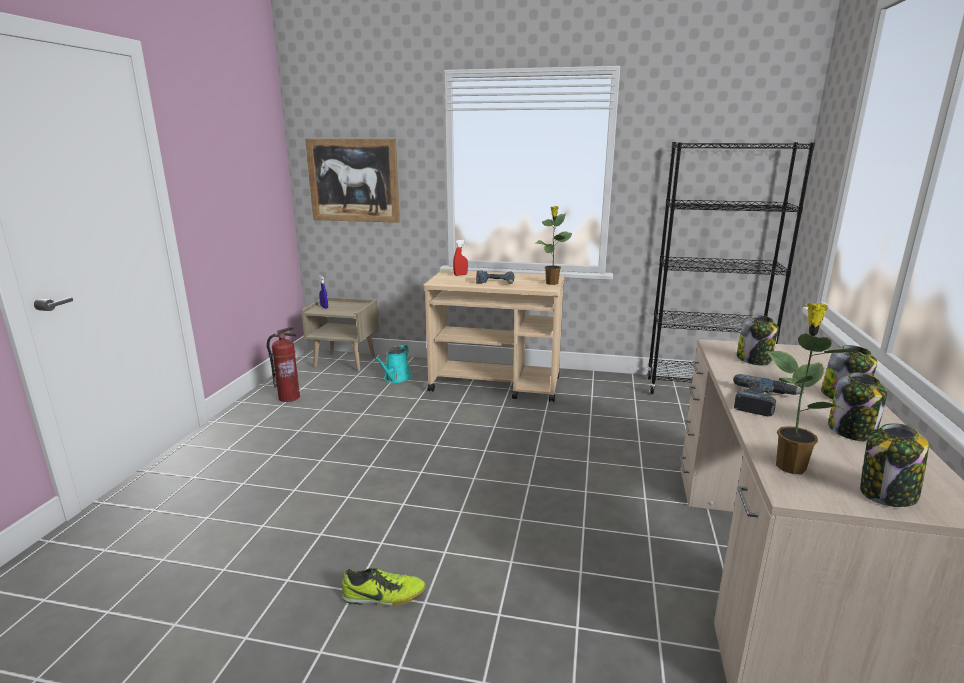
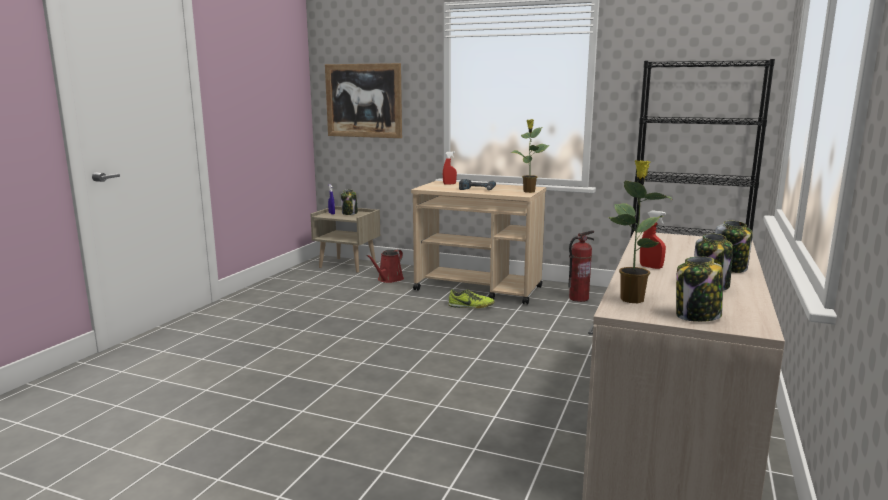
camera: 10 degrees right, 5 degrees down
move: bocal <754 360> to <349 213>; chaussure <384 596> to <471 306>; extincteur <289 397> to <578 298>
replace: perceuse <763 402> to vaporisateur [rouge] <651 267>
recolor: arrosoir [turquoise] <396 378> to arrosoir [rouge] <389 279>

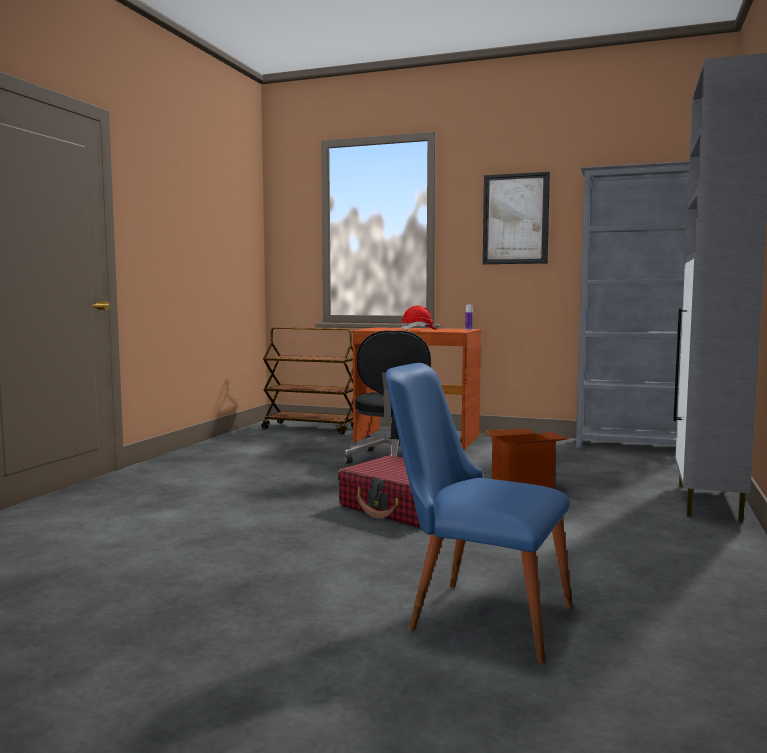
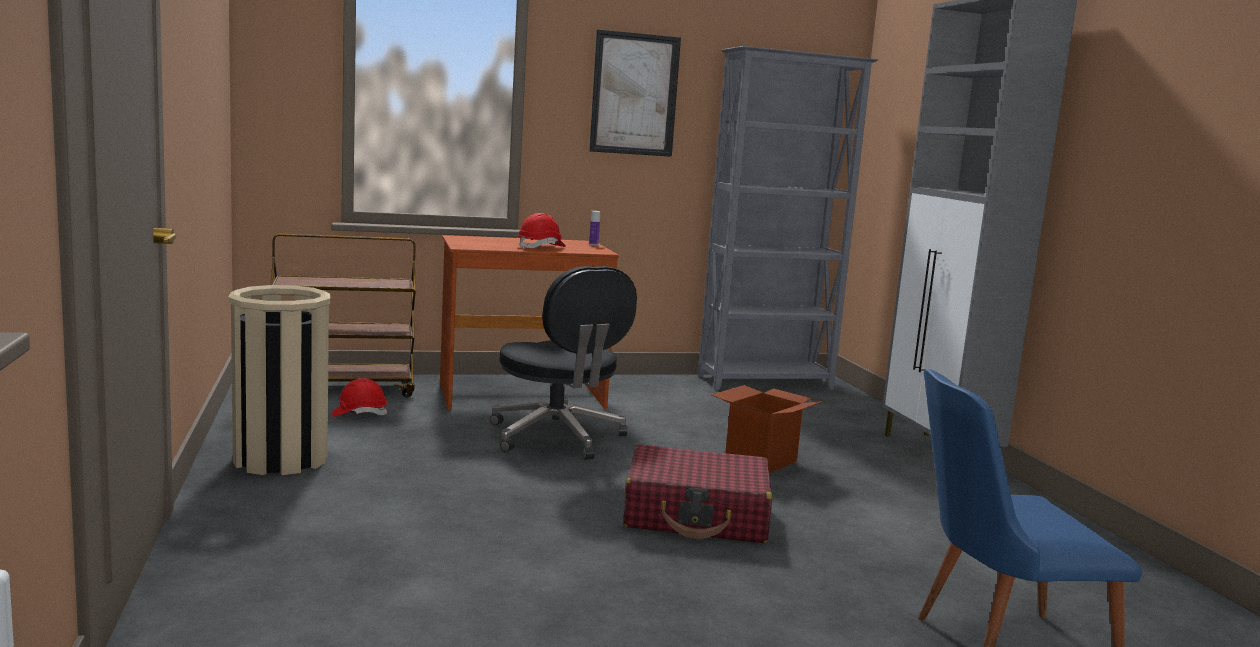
camera: 35 degrees left, 5 degrees up
insert: poubelle [beige] <281 459>; casque de chantier [rouge] <359 414>

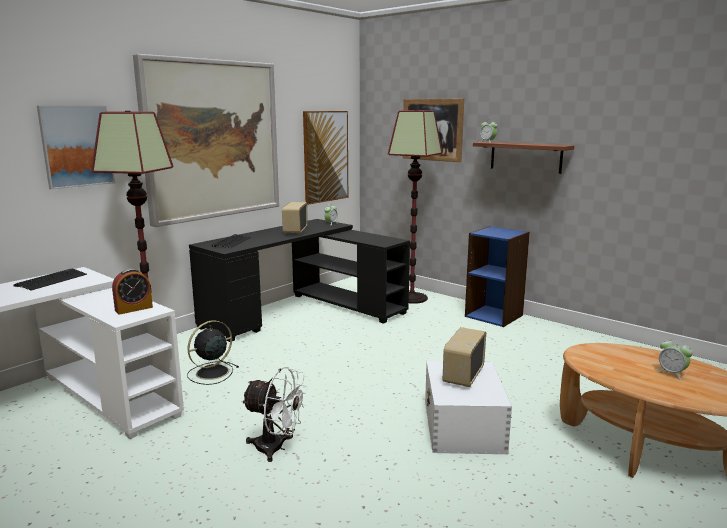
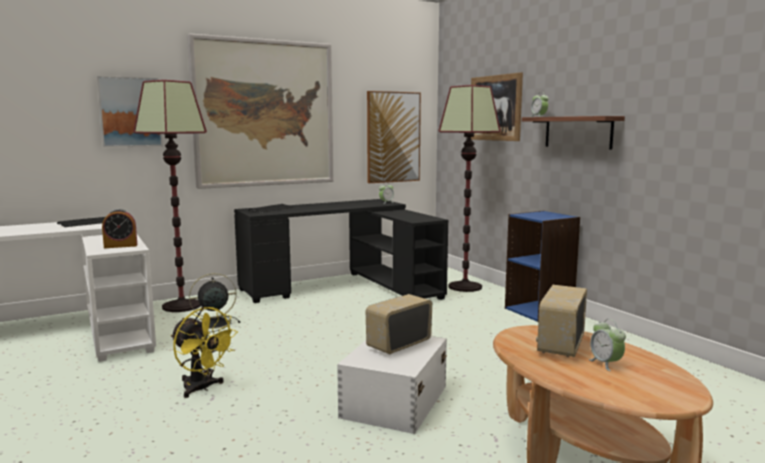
camera: 20 degrees right, 5 degrees down
move: radio <295 231> to <560 345>
recolor: ventilateur [blanc] <276 448> to ventilateur [jaune] <202 388>

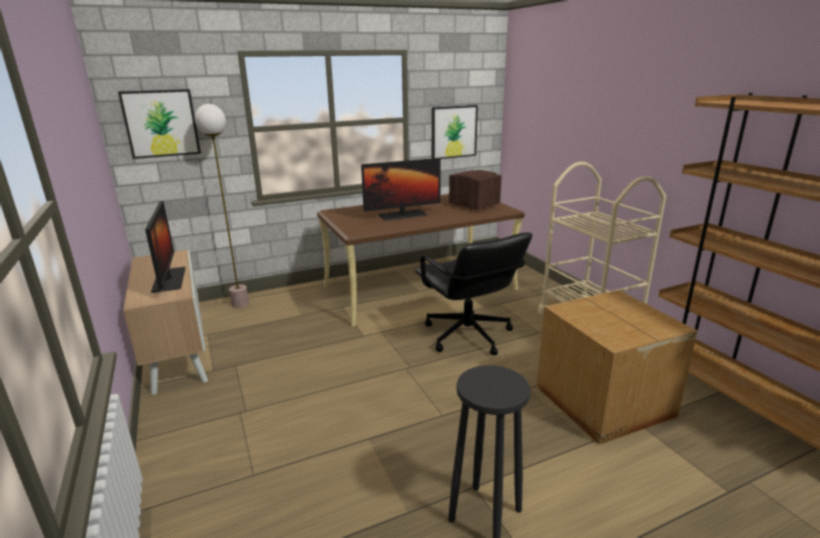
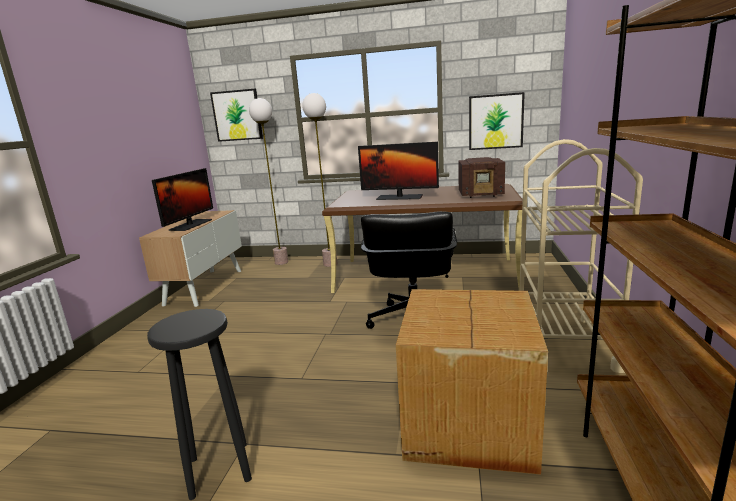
camera: 35 degrees right, 5 degrees down
insert: lampadaire <330 264>
rotate: radio <473 205> = <481 194> 105 degrees clockwise

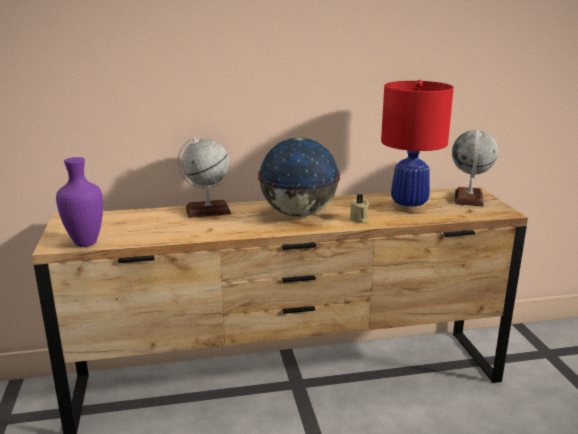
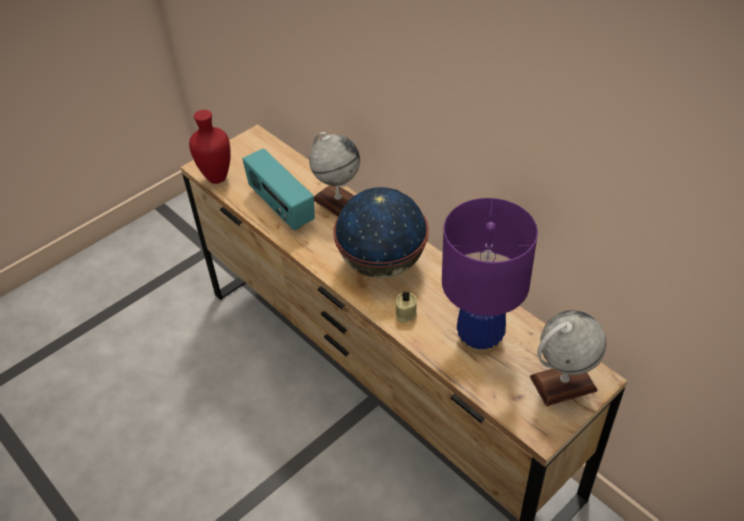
camera: 60 degrees right, 25 degrees up
insert: radio <281 207>
recolor: vase [violet] <84 243> to vase [rouge] <216 177>; lampe de table [rouge] <408 207> to lampe de table [violet] <480 339>

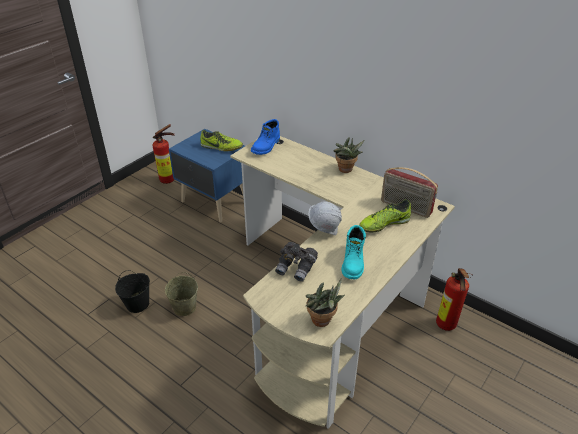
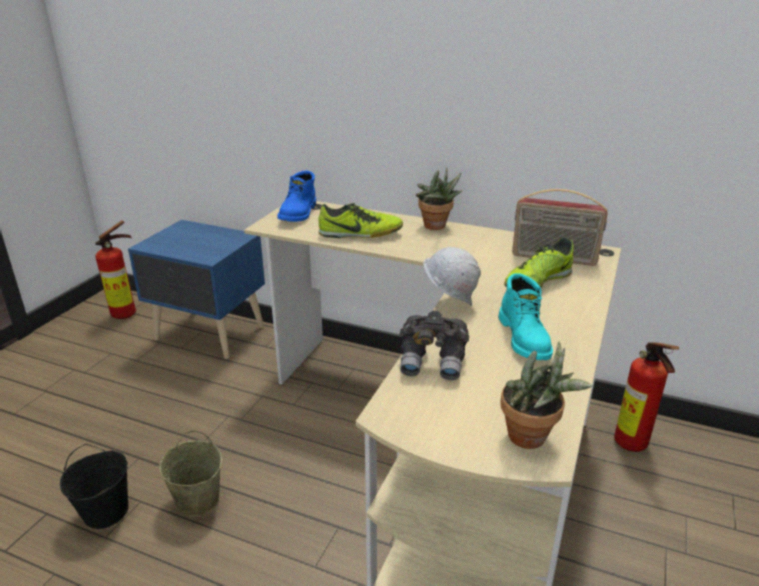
camera: 15 degrees left, 10 degrees down
move: chaussure <221 147> to <360 234>

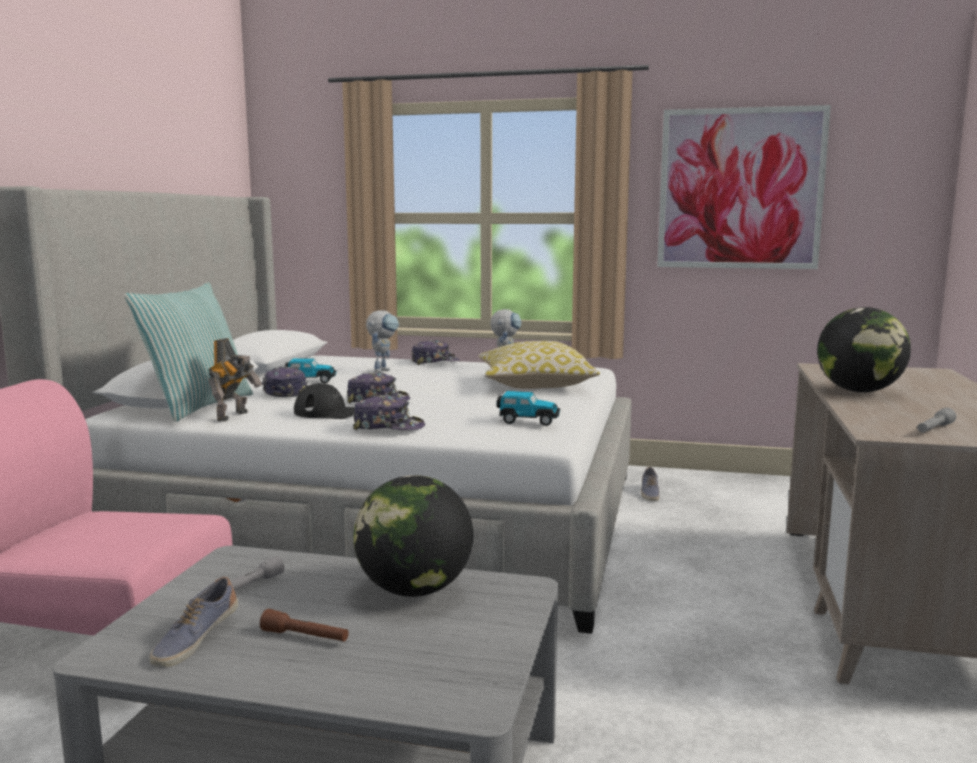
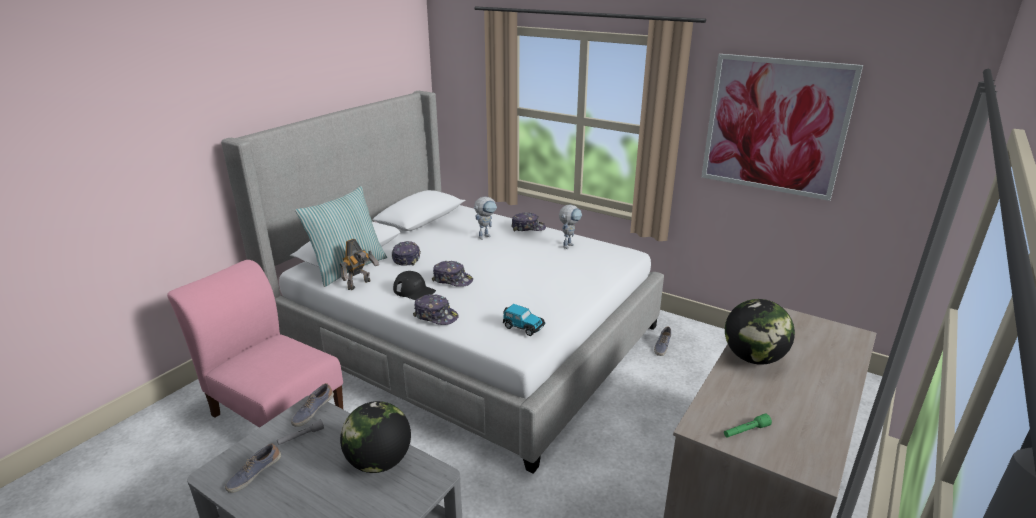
camera: 20 degrees right, 15 degrees up
delete: lampe de poche [marron] <305 637>; petite voiture <311 381>; coussin <535 384>
insert: chaussure <312 411>
recolor: lampe de poche [gris] <934 429> to lampe de poche [vert] <745 431>

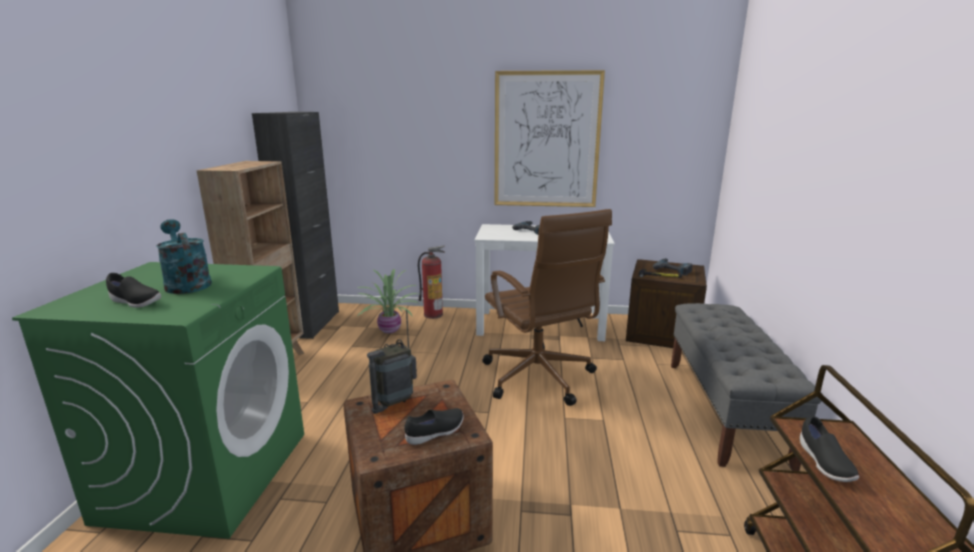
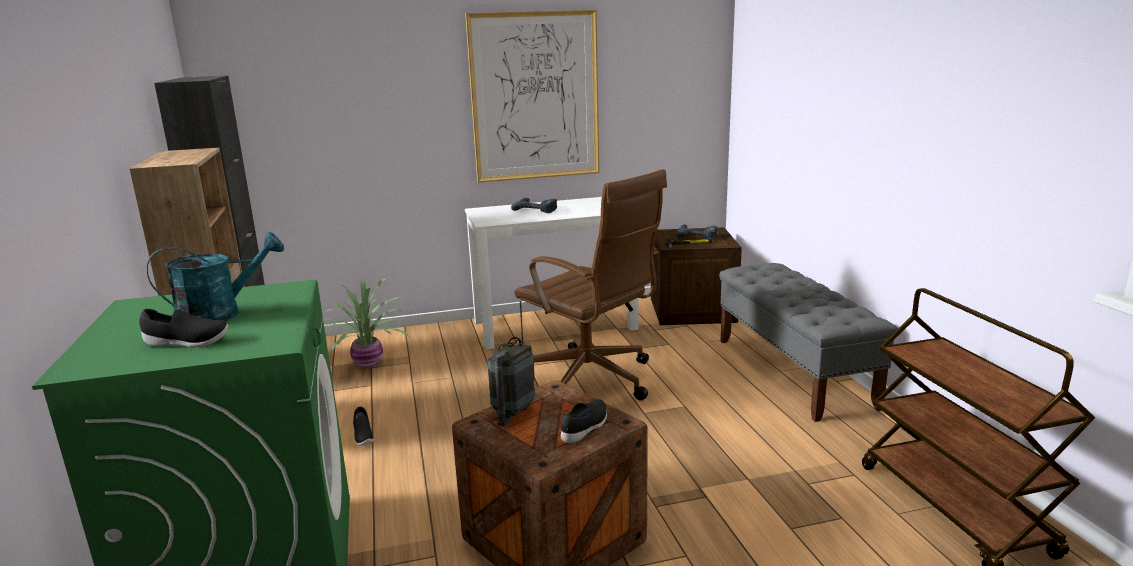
camera: 20 degrees left, 0 degrees up
delete: extincteur <433 314>
move: chaussure [noir] <823 462> to <363 436>
rotate: arrosoir [turquoise] <186 283> = <221 314> 120 degrees clockwise

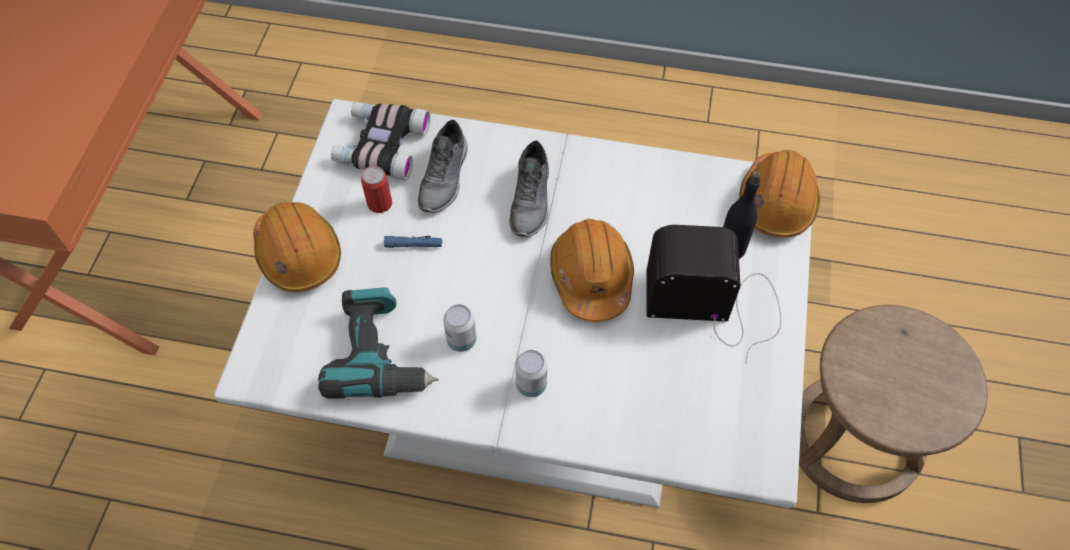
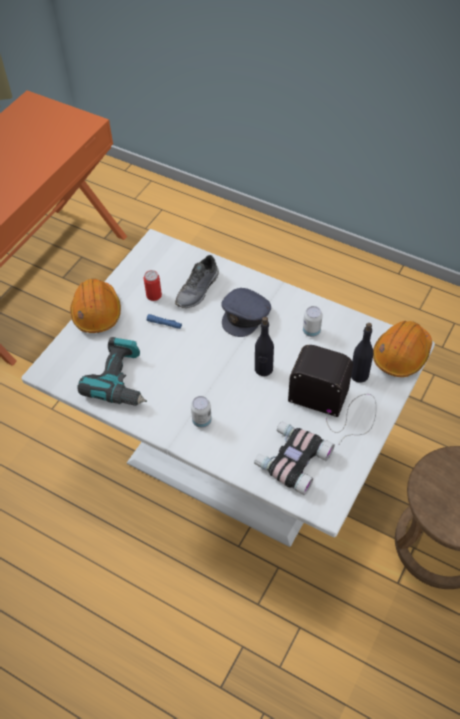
camera: 20 degrees right, 5 degrees down
move: jumelles <380 145> to <292 460>; boîte métallique <461 340> to <311 331>
replace: chaussure [gris] <532 200> to casquette [gris] <245 315>; casque de chantier [orange] <591 277> to bouteille [noir] <263 369>

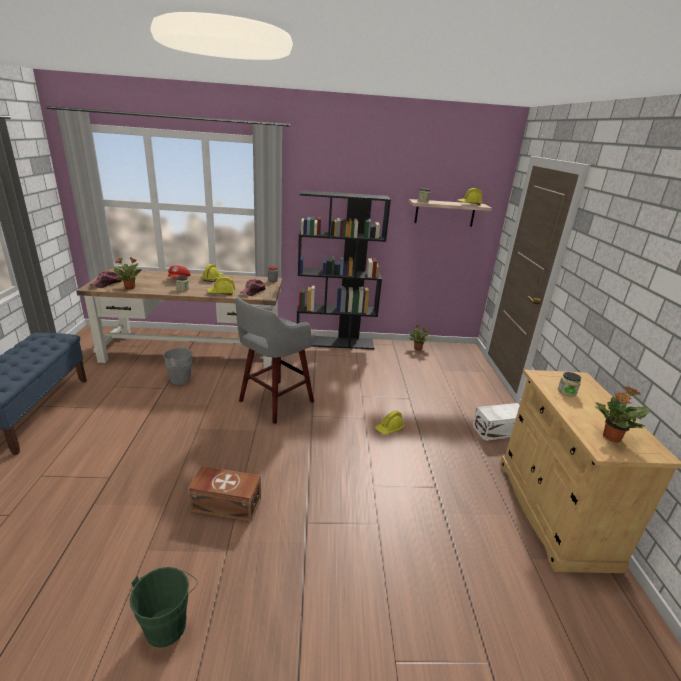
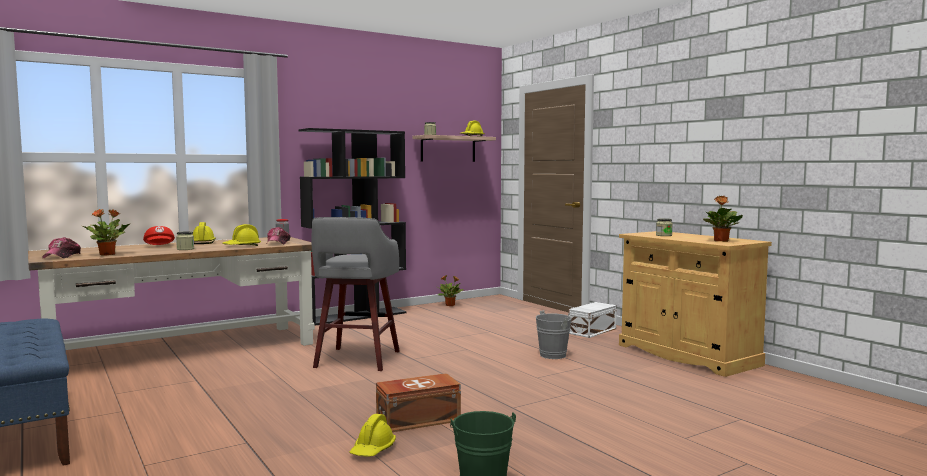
camera: 30 degrees left, 20 degrees down
move: casque de chantier [jaune] <389 428> to <373 450>; seau [gris] <183 379> to <555 355>

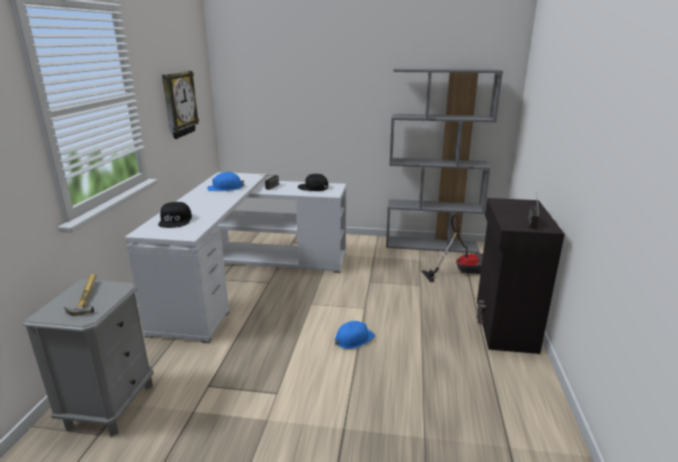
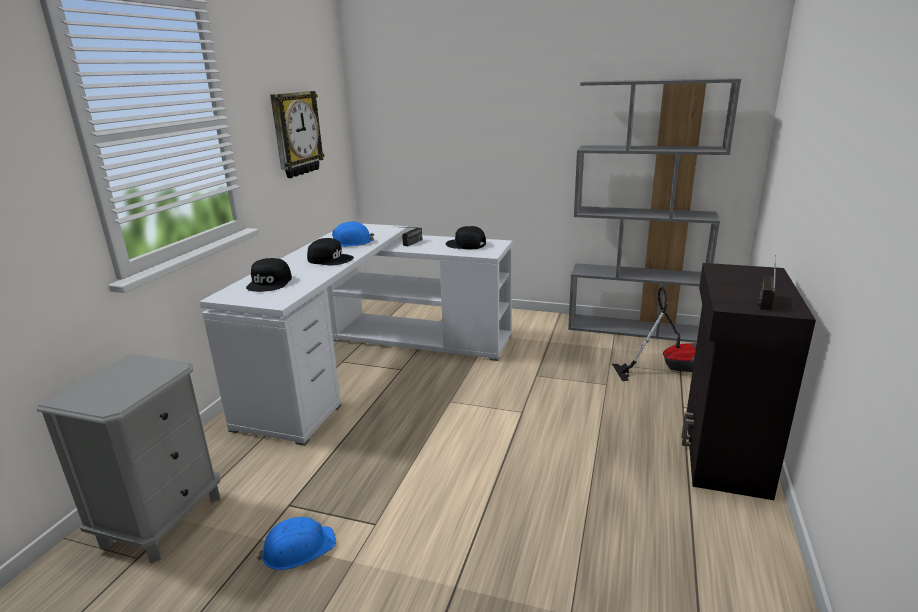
camera: 10 degrees right, 0 degrees up
delete: marteau <83 298>
insert: casquette [noir] <330 259>
move: casque de chantier [bleu] <353 339> to <298 548>

